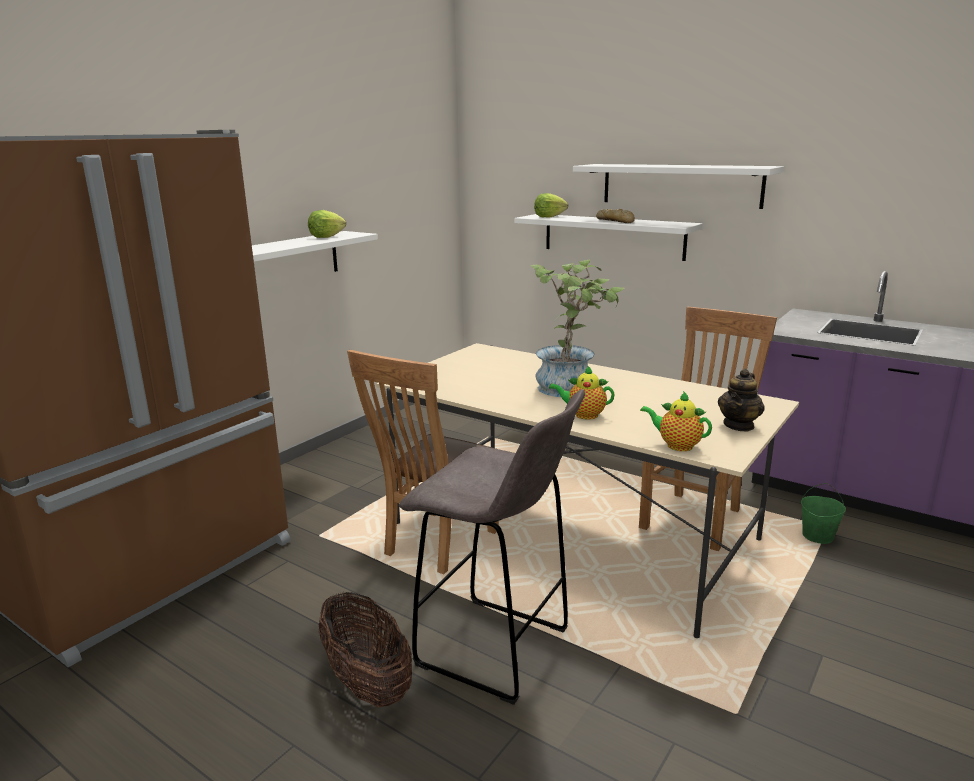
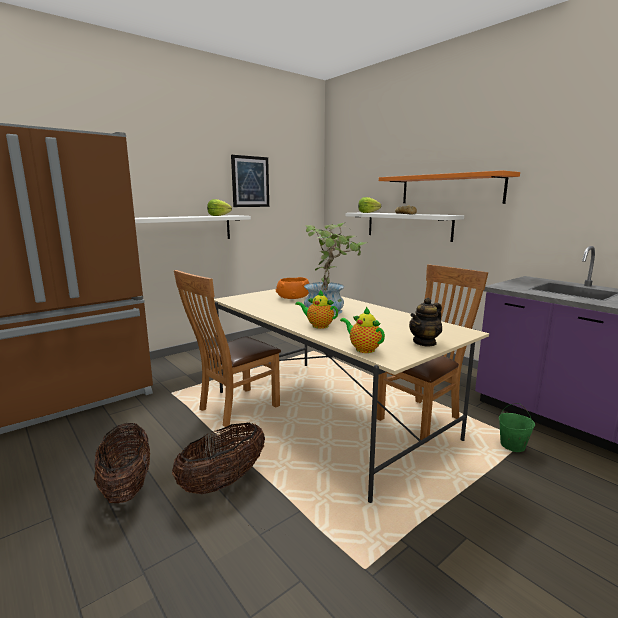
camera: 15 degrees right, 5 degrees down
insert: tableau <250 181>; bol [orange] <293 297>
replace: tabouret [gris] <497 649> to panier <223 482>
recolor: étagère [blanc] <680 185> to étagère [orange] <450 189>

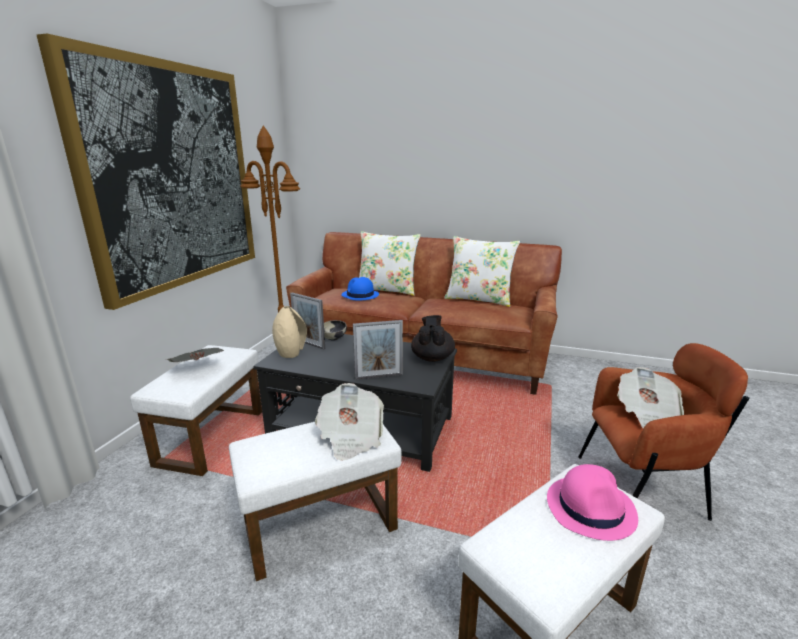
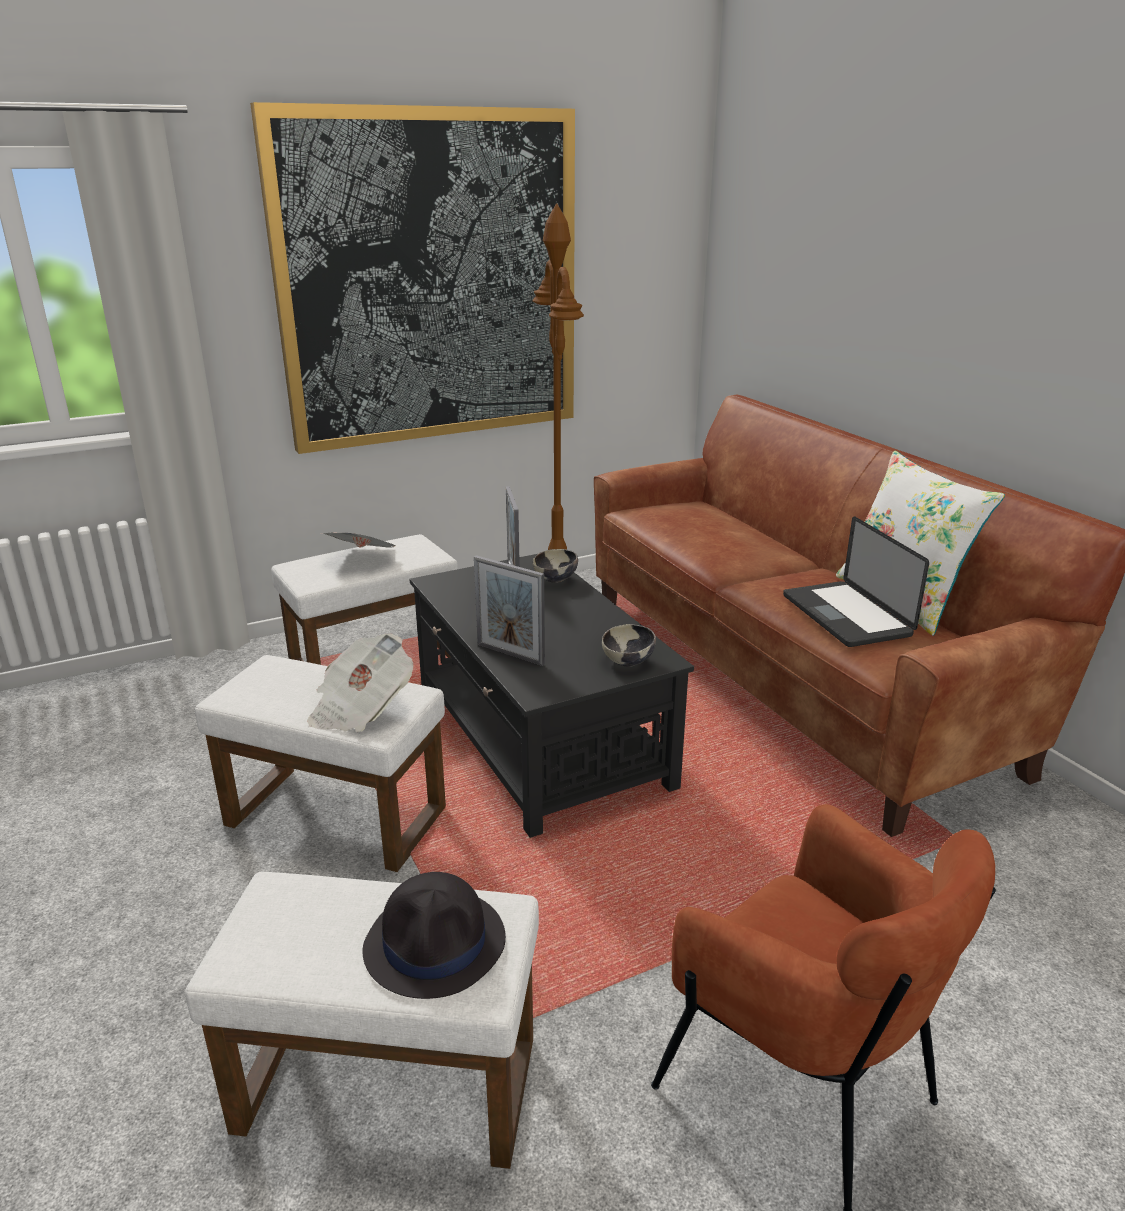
camera: 45 degrees right, 5 degrees up
delete: vase [beige] <291 353>; chapeau [bleu] <360 295>; coussin [blanc] <387 290>; journal <647 415>
insert: ordinateur portable <846 615>
replace: théière [noir] <432 357> to bol <628 662>
recolor: chapeau [rose] <591 507> to chapeau [noir] <436 944>

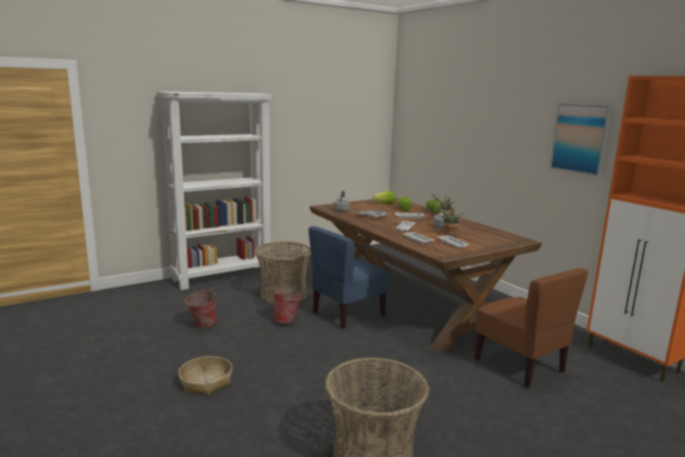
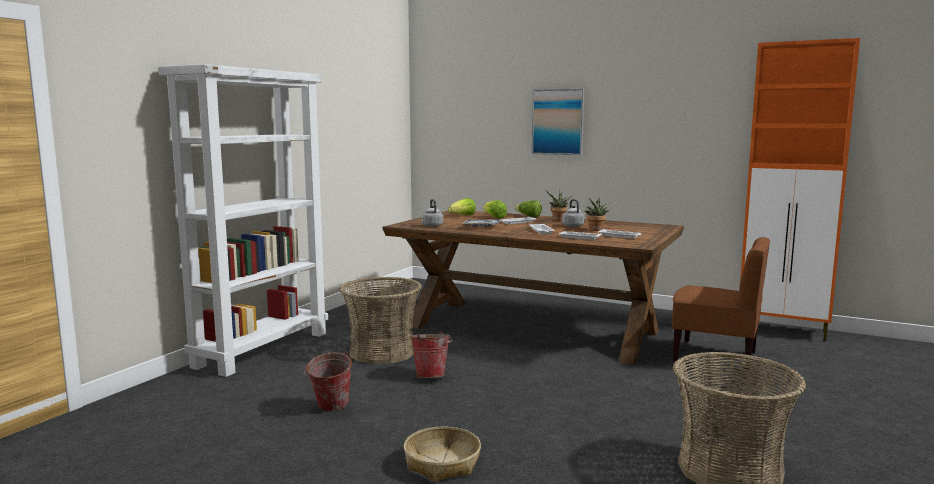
camera: 30 degrees left, 5 degrees down
delete: chaise [bleu] <347 314>
move: tableau <580 138> to <558 122>

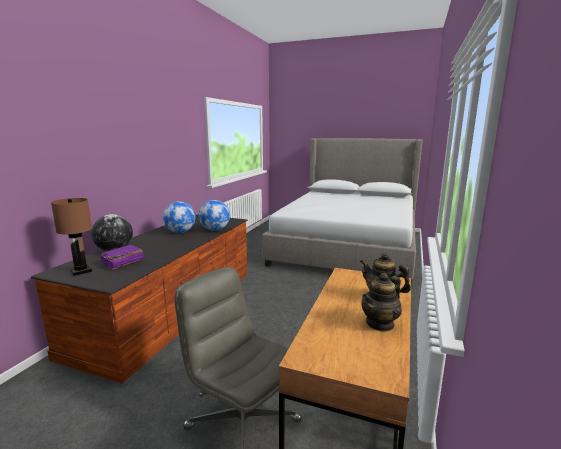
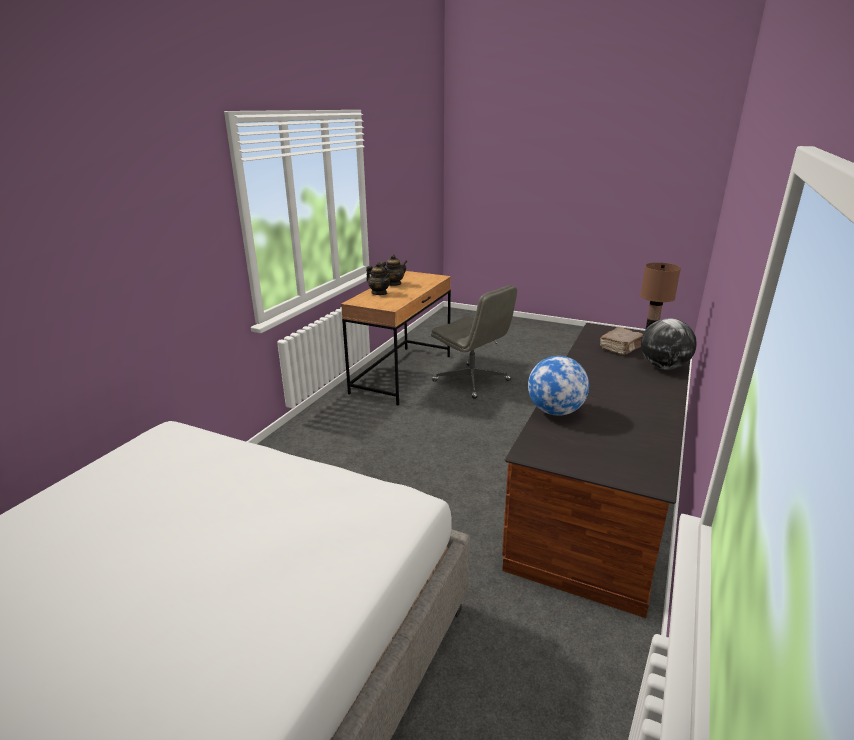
camera: 175 degrees left, 10 degrees up
delete: globe <180 232>
recolor: livre [violet] <122 263> to livre [marron] <621 348>

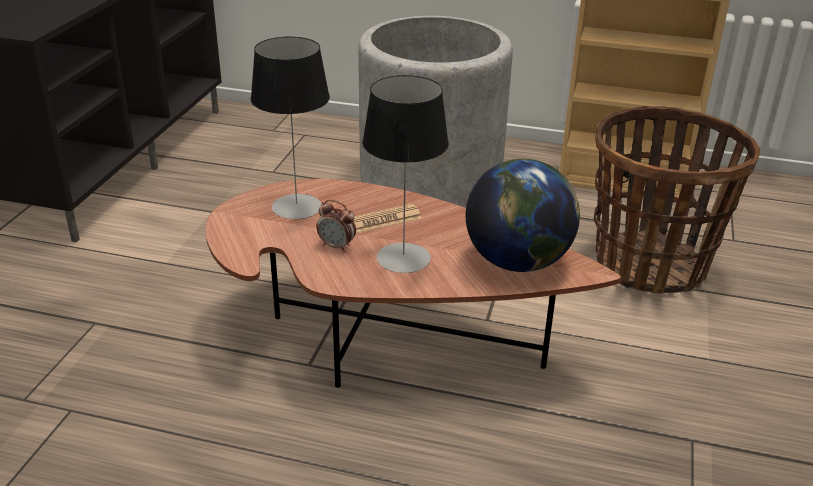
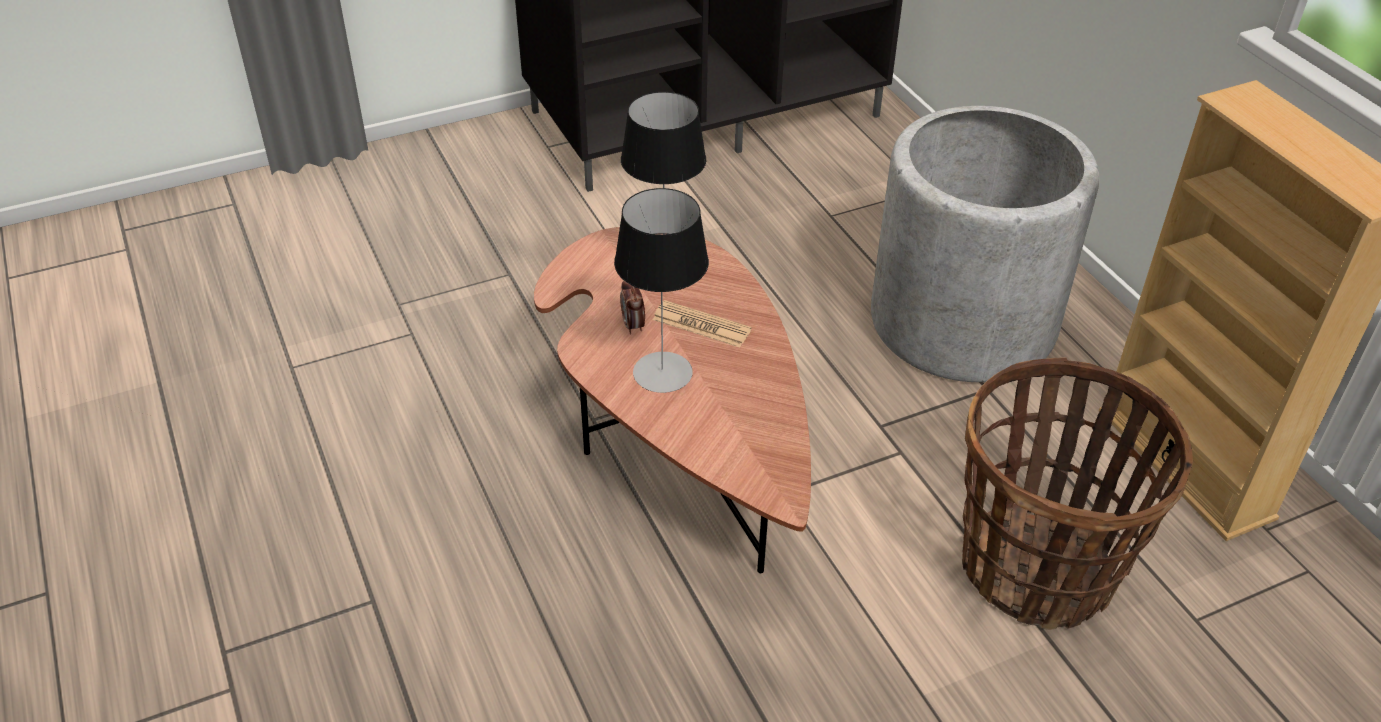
camera: 50 degrees right, 10 degrees up
delete: globe <518 261>

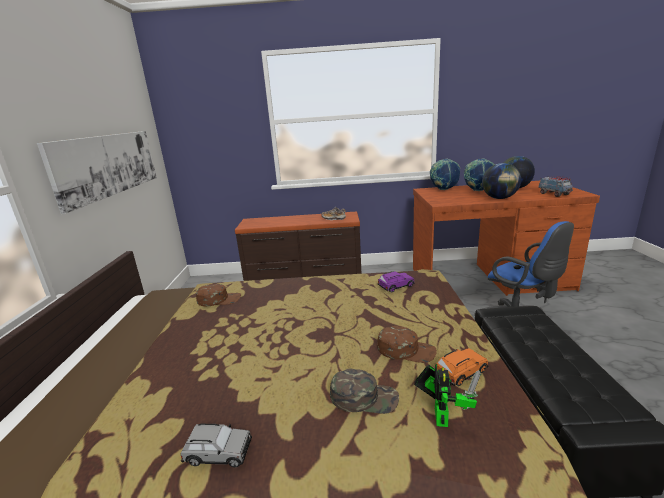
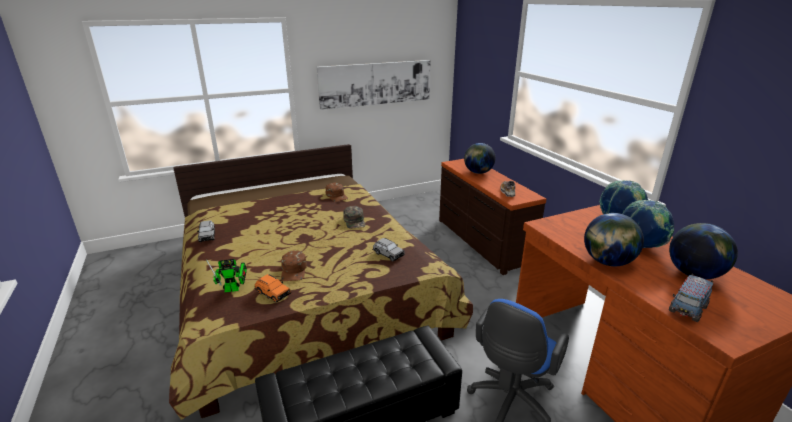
camera: 65 degrees right, 5 degrees up
insert: globe <478 172>
move: casquette [vert] <364 397> to <354 221>
recolor: petite voiture [violet] <396 286> to petite voiture [gris] <388 254>

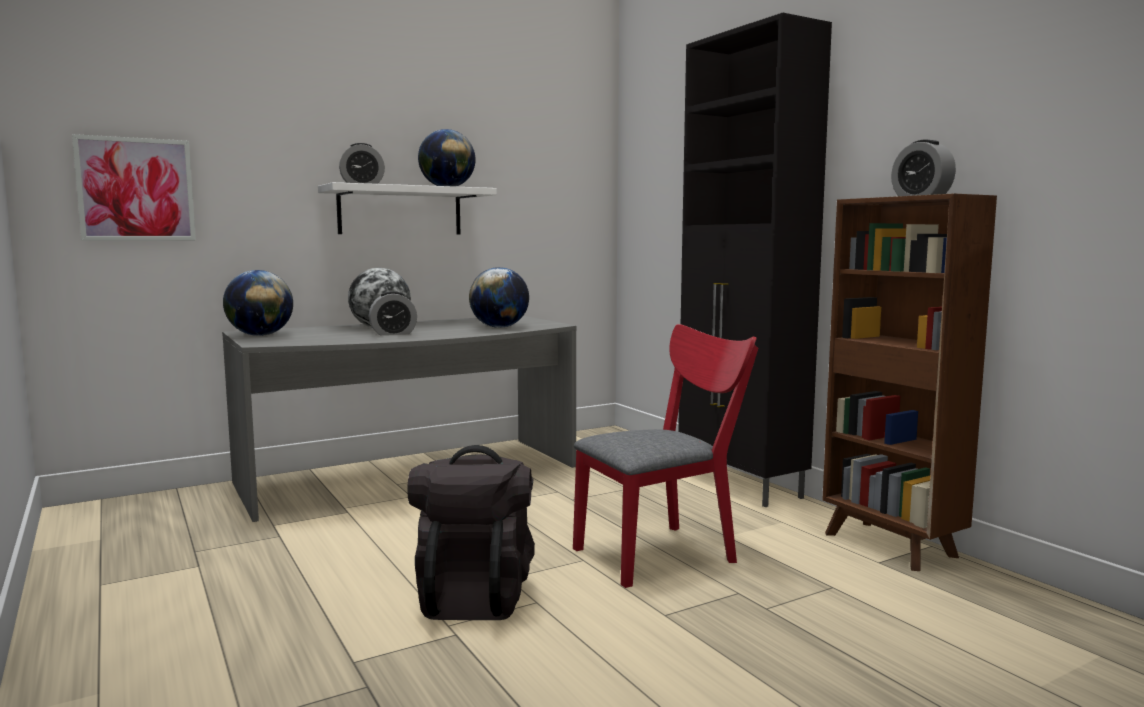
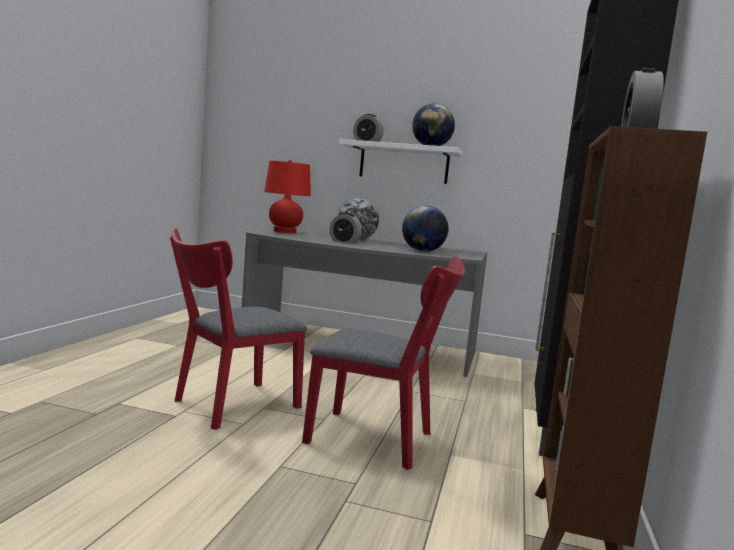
camera: 45 degrees right, 0 degrees up
delete: tableau <136 189>
replace: sac à dos [noir] <474 595> to chaise [rouge] <229 406>; globe <260 335> to lampe de table [rouge] <284 231>

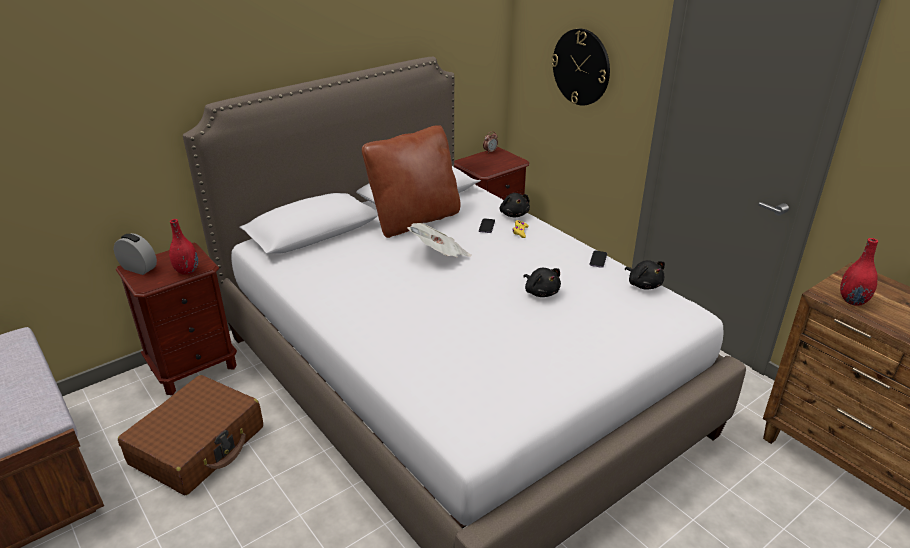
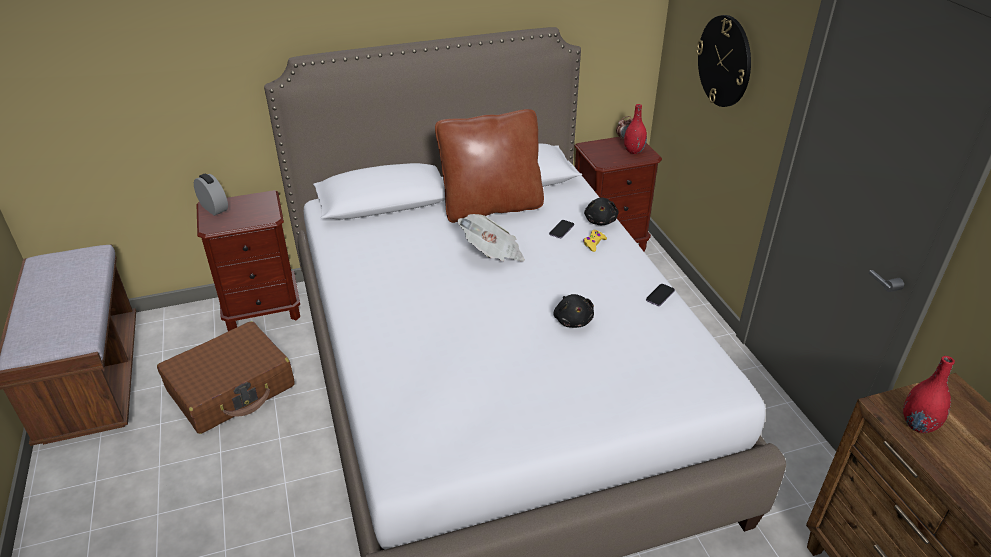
camera: 20 degrees right, 5 degrees up
delete: peluche [noir] <643 284>
move: vase [rouge] <187 271> to <633 151>

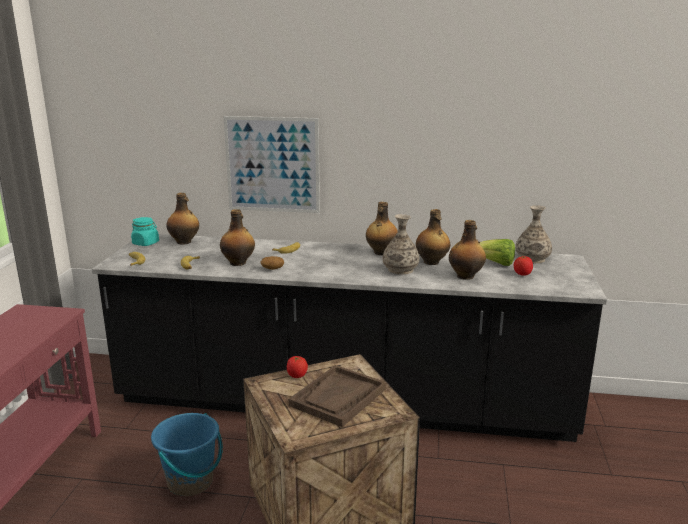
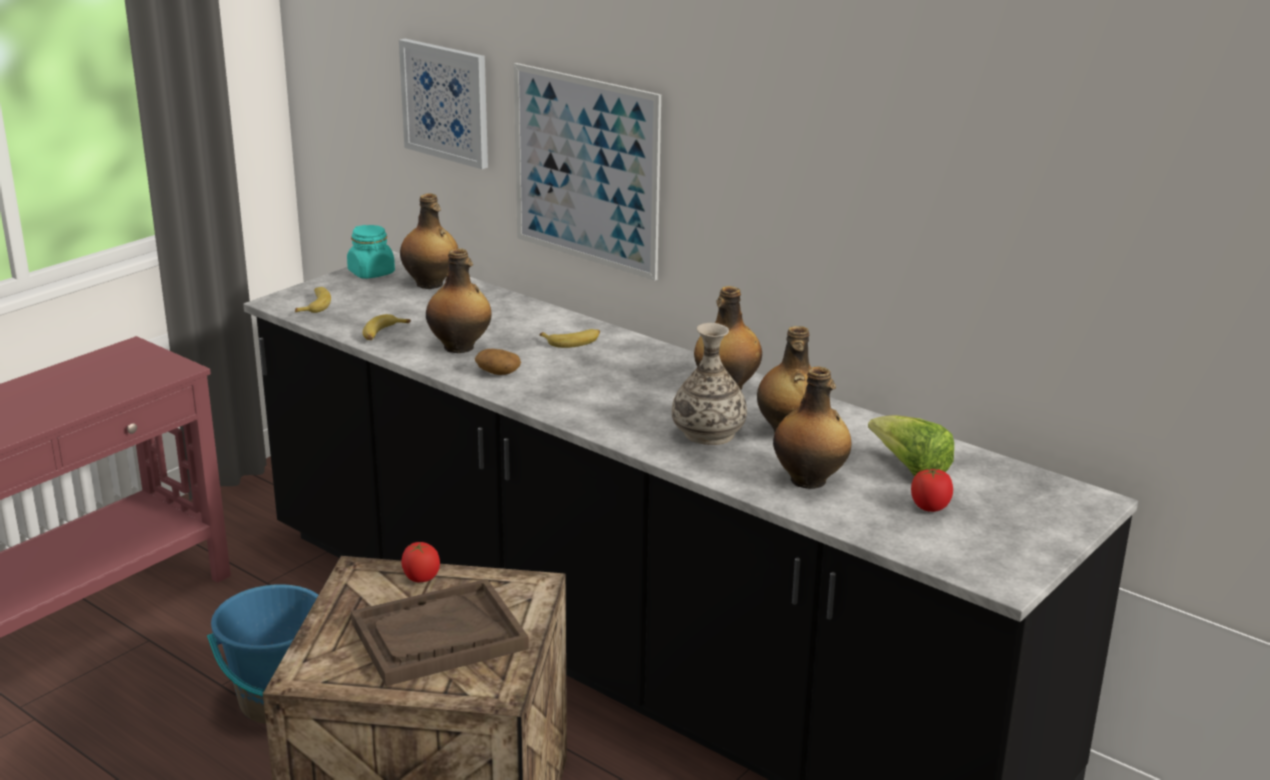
camera: 30 degrees right, 5 degrees up
delete: vase <532 259>
insert: tableau <446 102>

